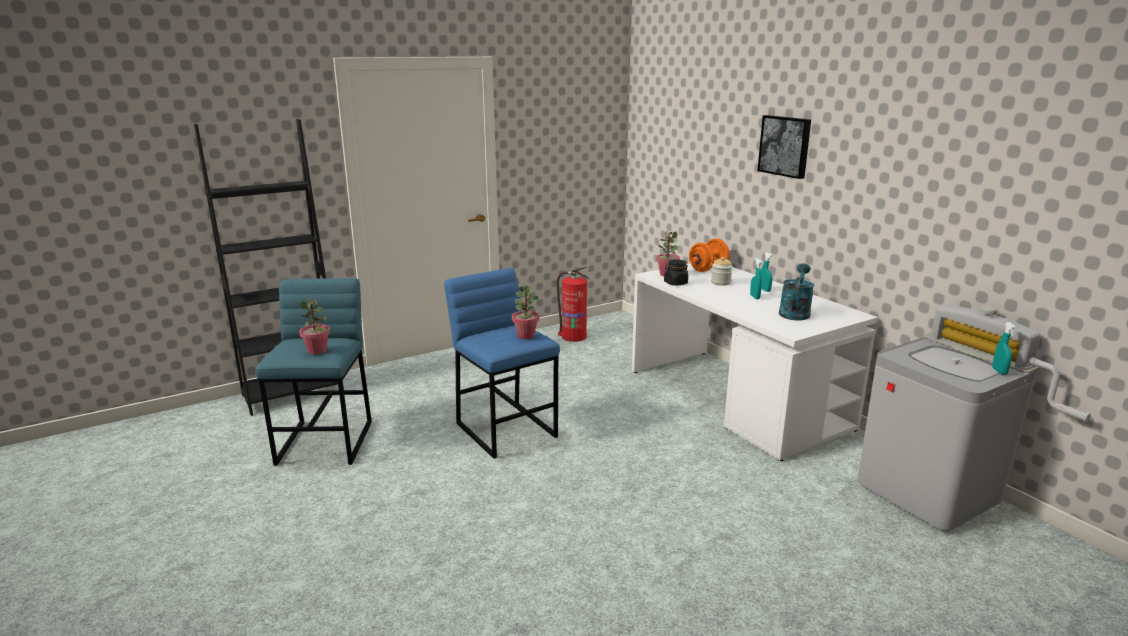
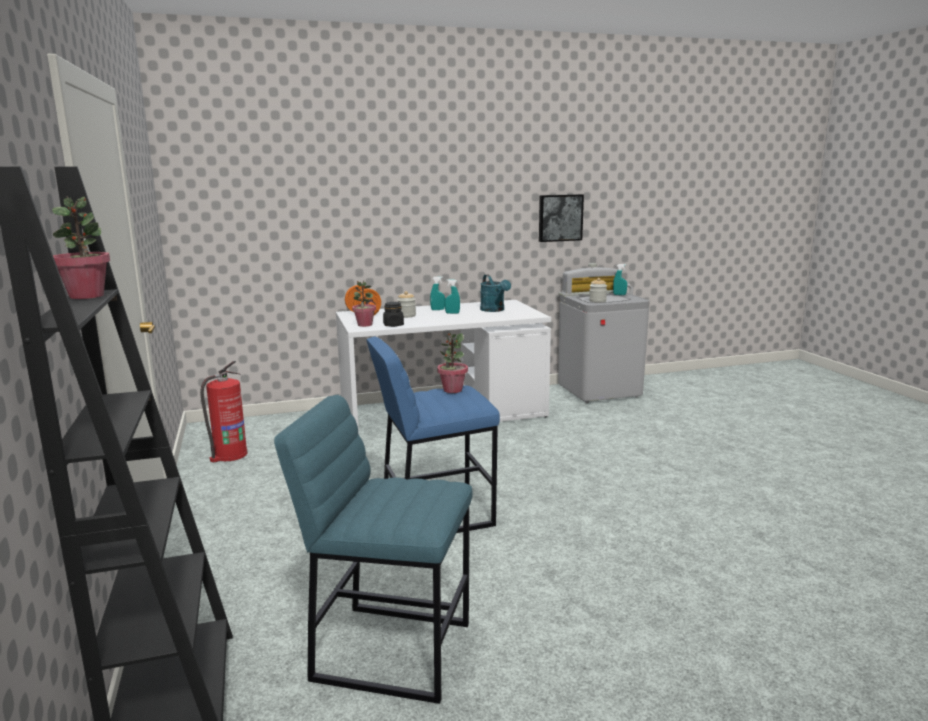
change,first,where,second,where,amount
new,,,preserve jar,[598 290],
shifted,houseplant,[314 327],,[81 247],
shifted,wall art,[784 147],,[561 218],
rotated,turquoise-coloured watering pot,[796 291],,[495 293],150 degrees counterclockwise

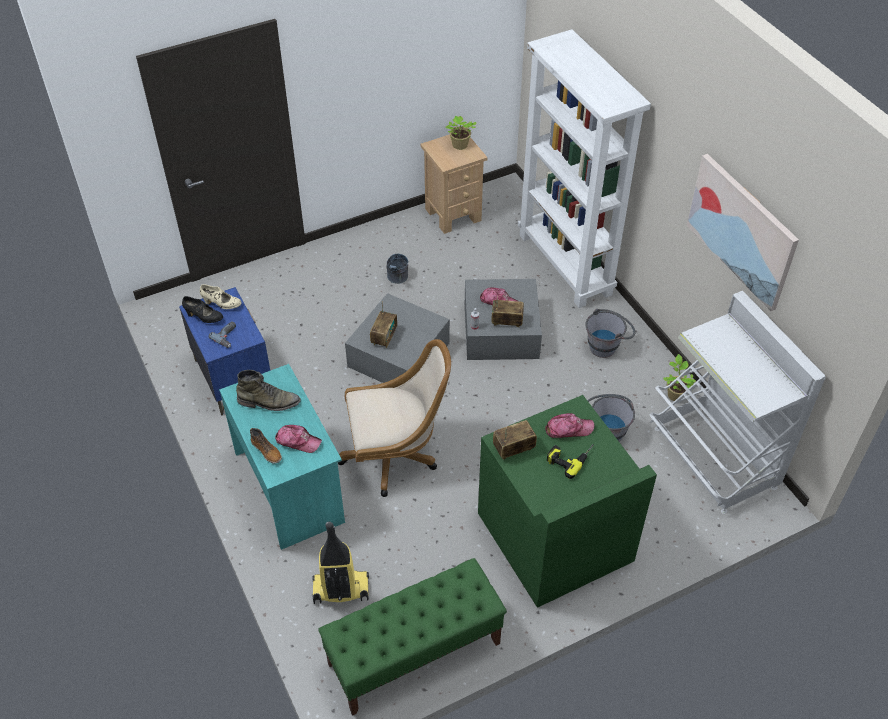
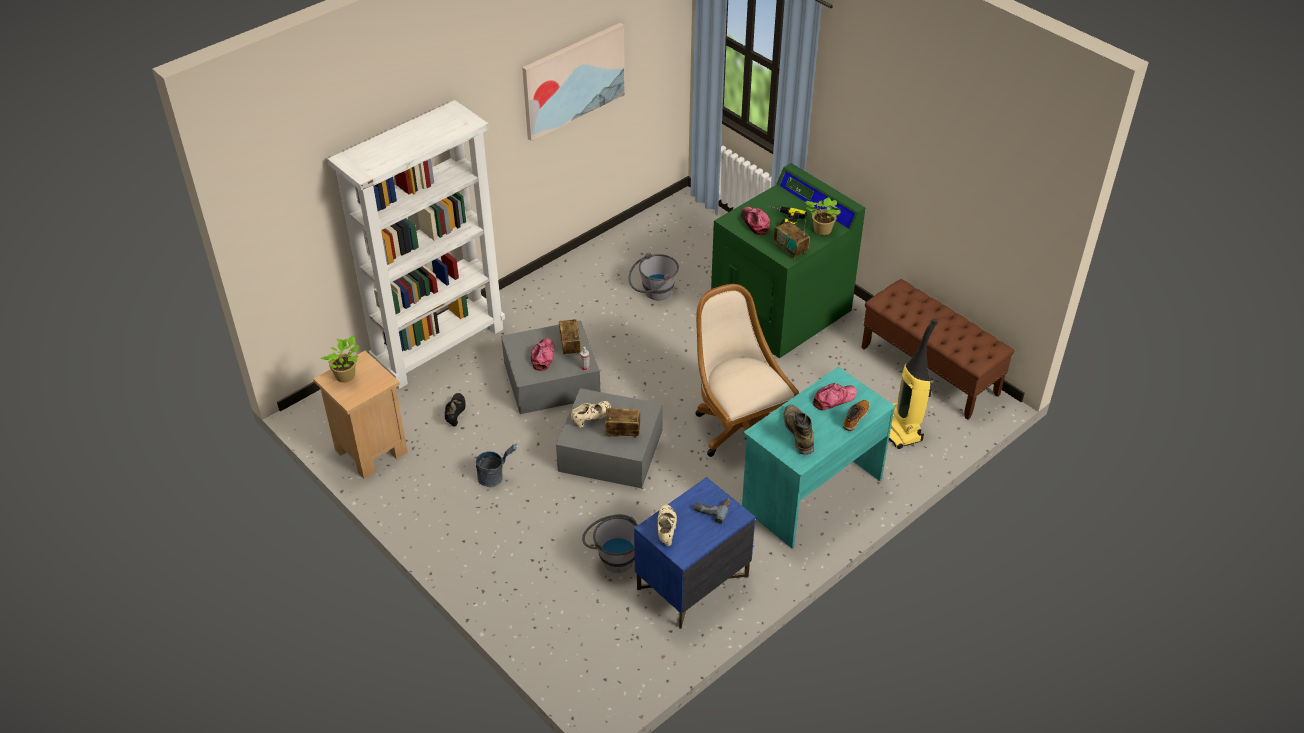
change,first,where,second,where,amount
gone,white-coloured shoe stand,[737 402],,,
new,,,sand-coloured shoe,[591 414],
shifted,blackish shoe,[202 309],,[455 410],
shifted,greyish bucket,[610 333],,[610 543],
shifted,houseplant,[679 377],,[822 216],
repainted,green-coloured bench,[412 637],brown-coloured bench,[938 349],
rotated,cap,[298 439],,[834 396],60 degrees clockwise

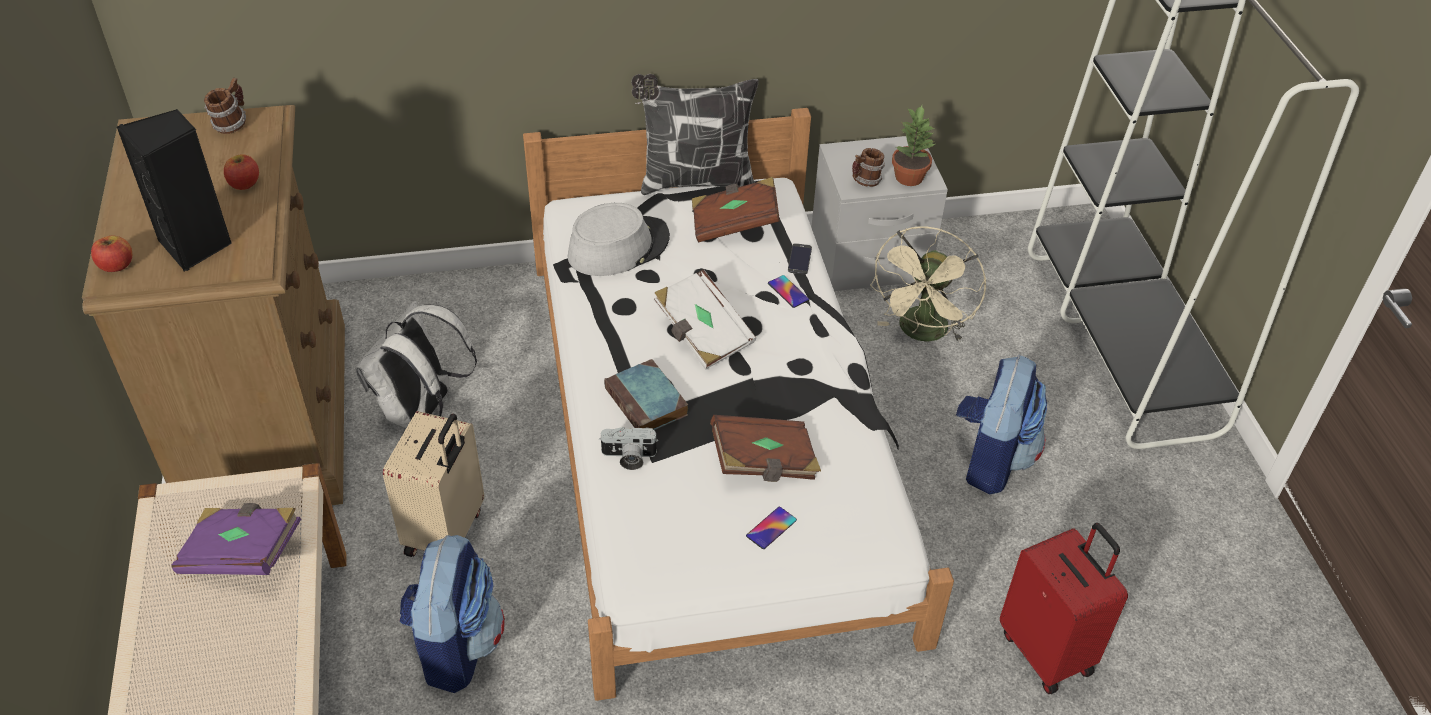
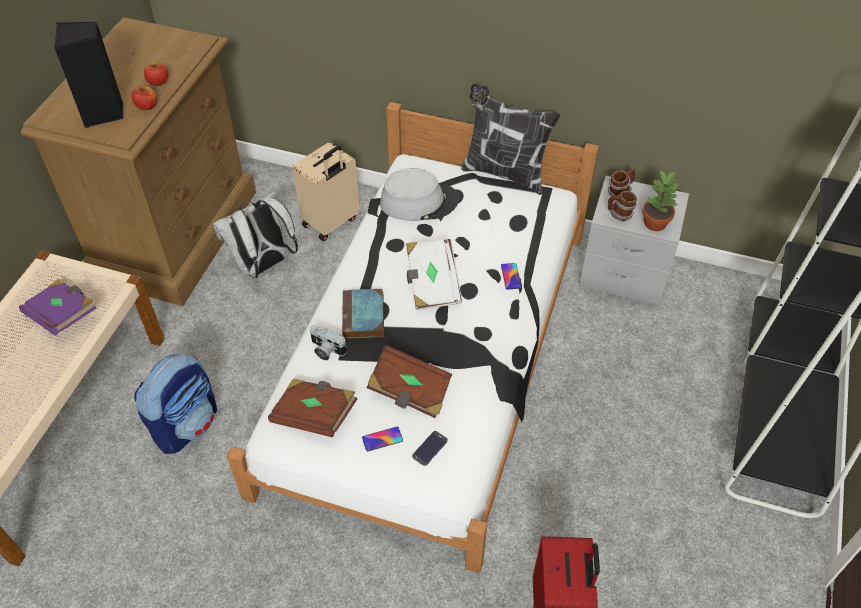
change,first,where,second,where,amount
gone,sand-coloured cooling fan,[928 284],,,
gone,knapsack,[1001 425],,,
shifted,apple fruit,[111 253],,[144 98],
shifted,tea mug,[225 106],,[622 181],
shifted,sand-coloured suitcase,[433 484],,[326 191],
shifted,brown-coloured bound book,[736 210],,[312 407],
shifted,phone,[800 259],,[430 448],

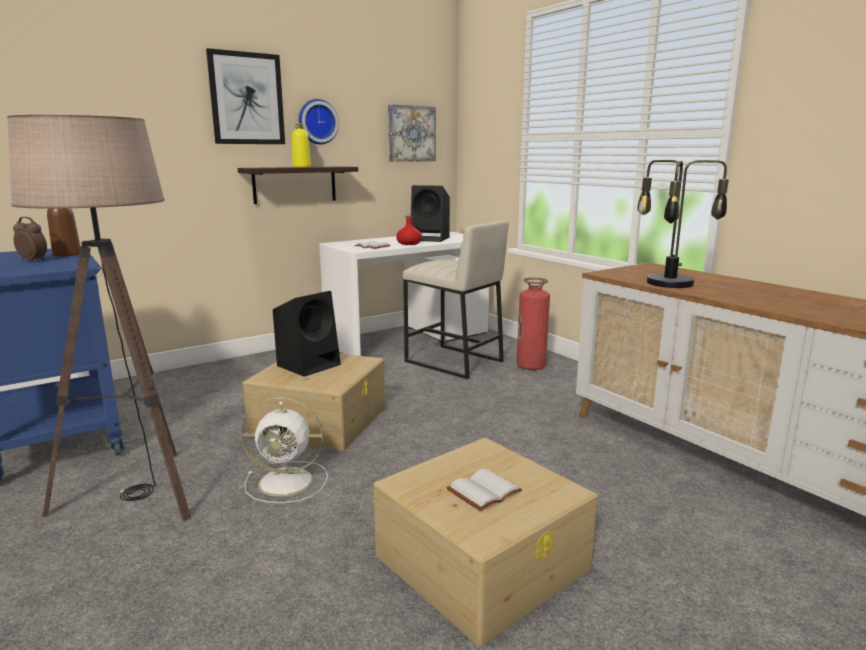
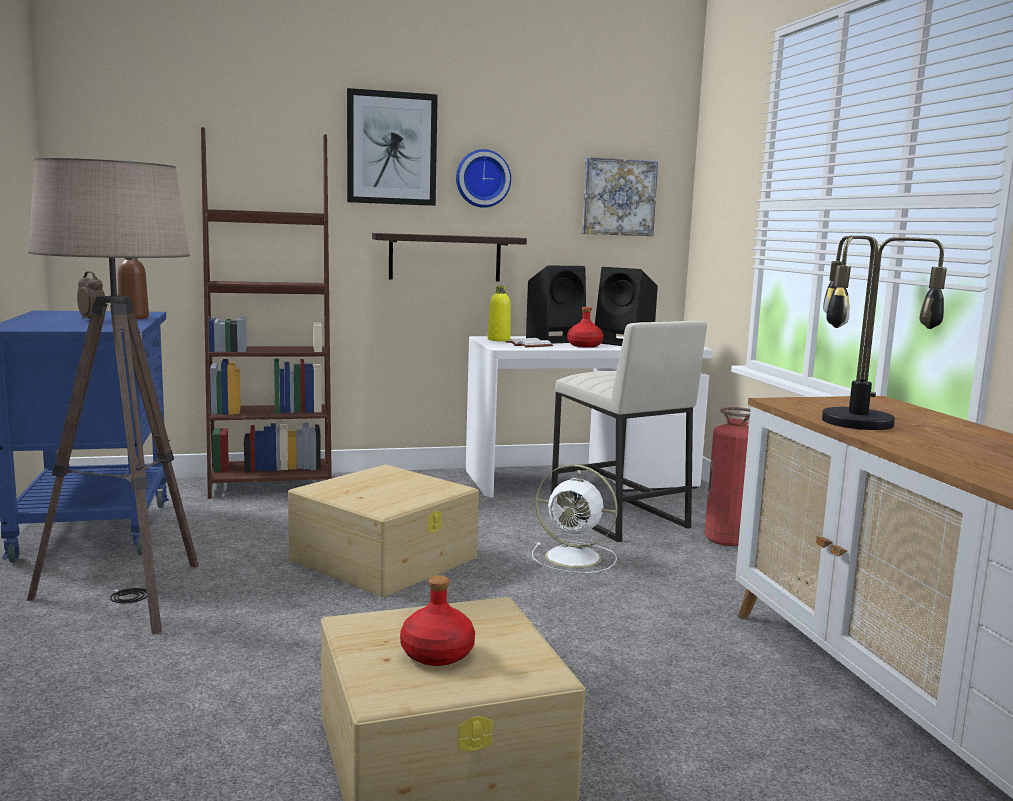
change,first,where,second,where,amount
new,,,brown-coloured bookcase,[266 313],
shifted,white-coloured cooling fan,[284 450],,[575 519],
shifted,blackish loudspeaker,[307 334],,[556 305],
shifted,yellow drink bottle,[301 145],,[499 313],
swapped,white-coloured bound book,[484 489],red drink bottle,[437 620],

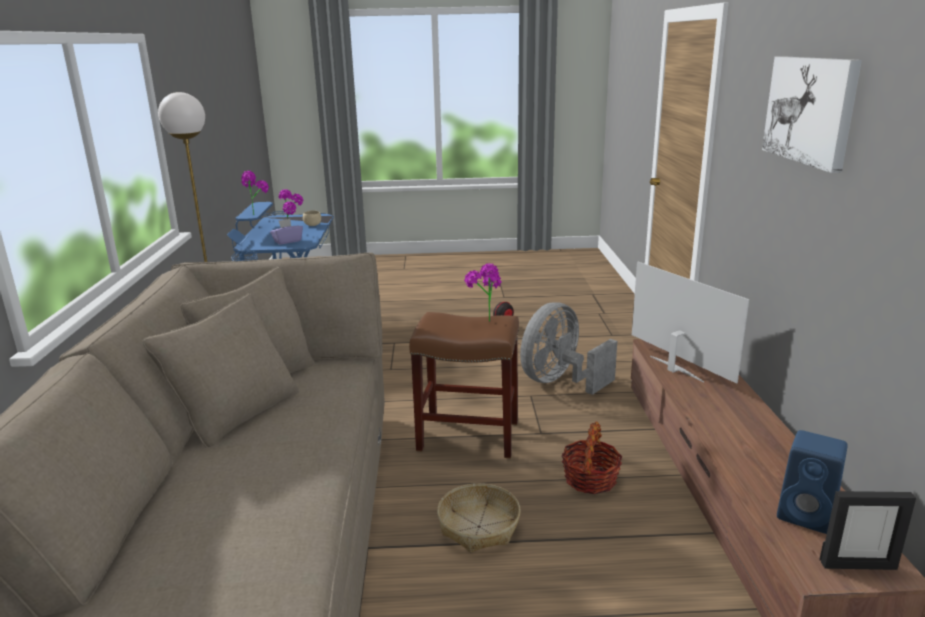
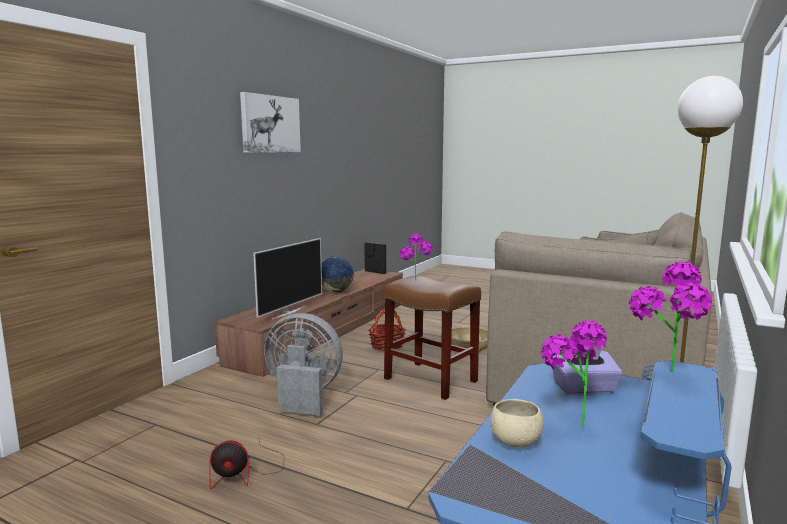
change,first,where,second,where,amount
gone,blue loudspeaker,[812 482],,,
new,,,desk globe,[337 275],
rotated,greyish cooling fan,[568 348],,[303 364],150 degrees counterclockwise
rotated,TV set,[690 323],,[287 278],150 degrees counterclockwise

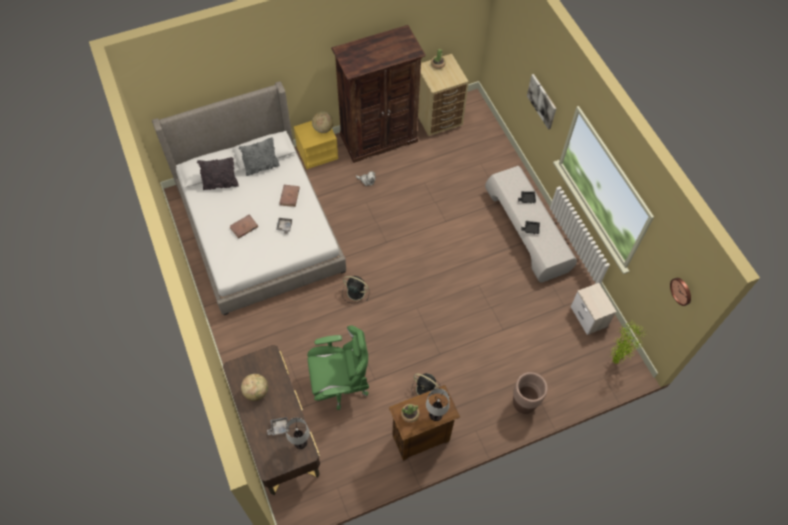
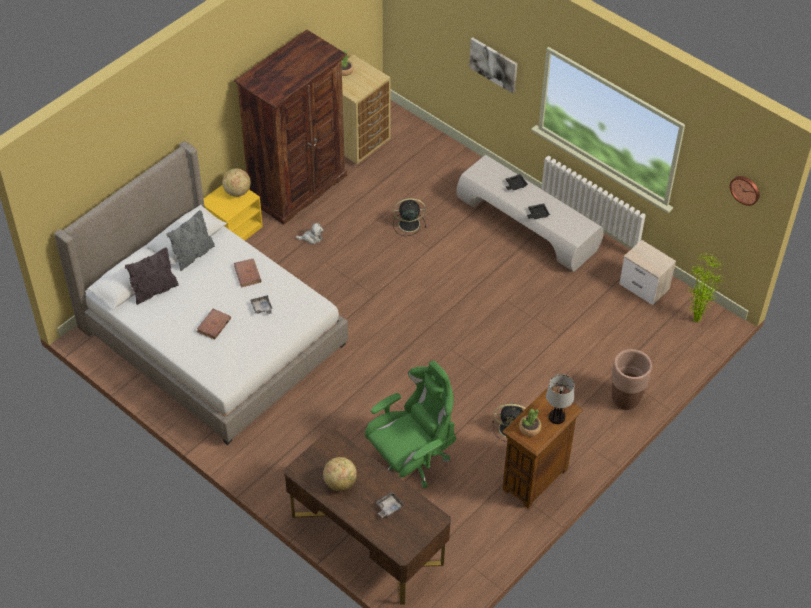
change,first,where,second,where,amount
gone,lamp for a table,[298 433],,,
shifted,blackish cooling fan,[355 289],,[409 217],

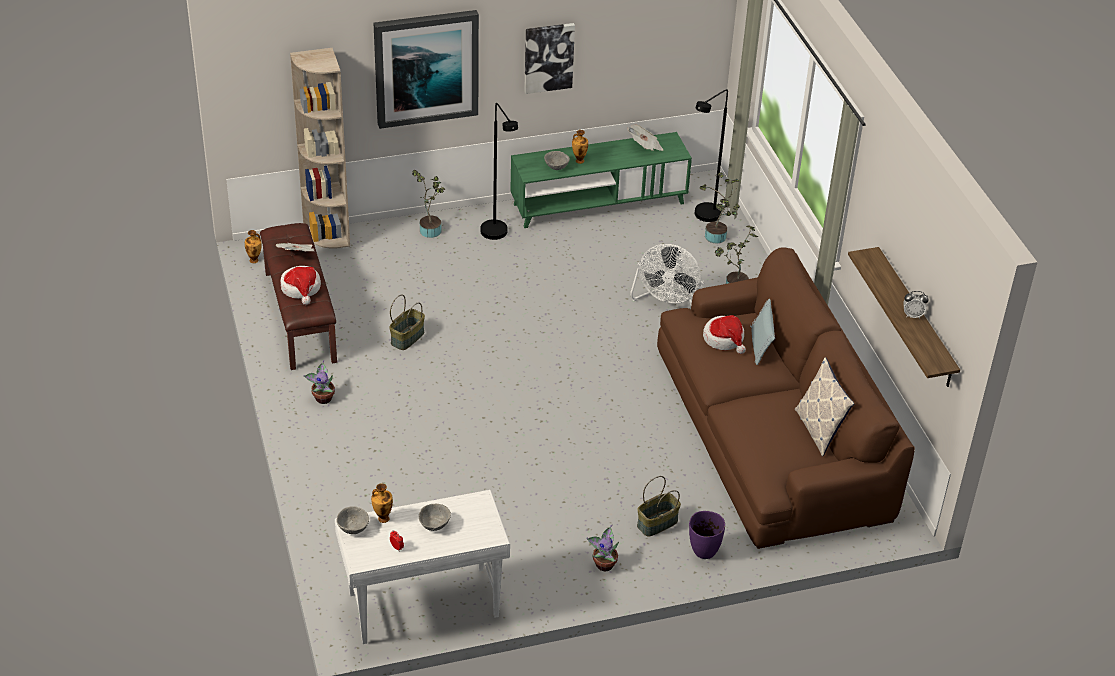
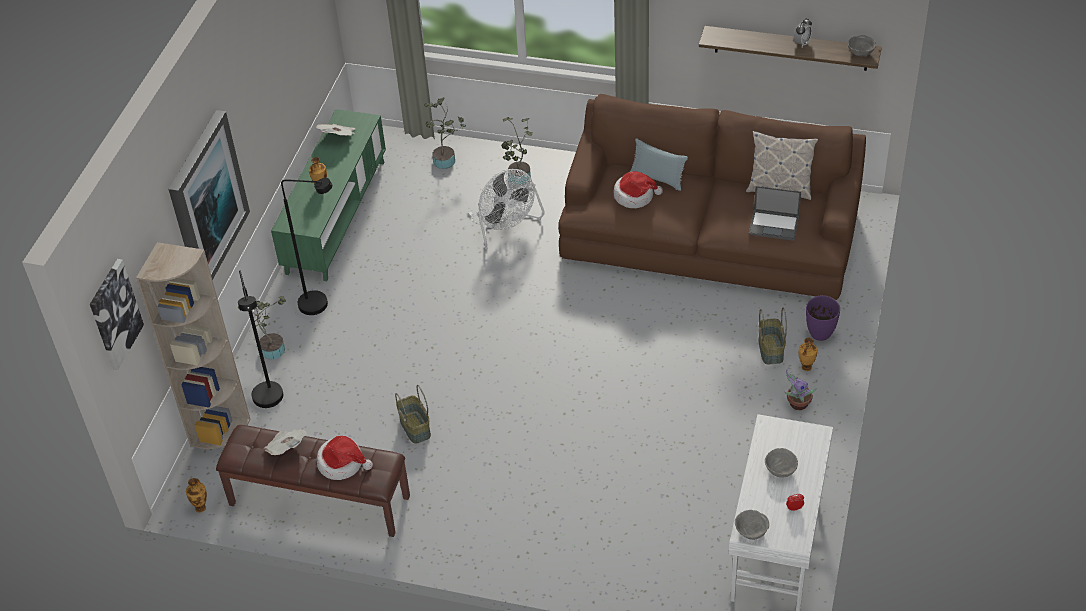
change,first,where,second,where,amount
gone,houseplant,[319 382],,,
new,,,laptop,[775 213],
shifted,decorative vase,[382 503],,[807 354],
shifted,wall art,[549 58],,[117 314],
shifted,greyish serving bowl,[557 160],,[862 45],
shifted,blackish floor lamp,[711 155],,[260 339],

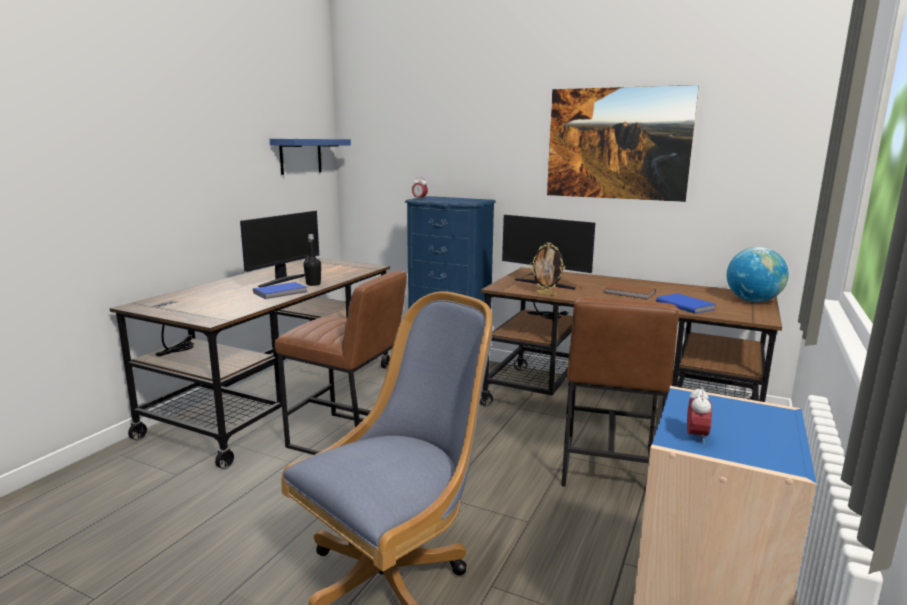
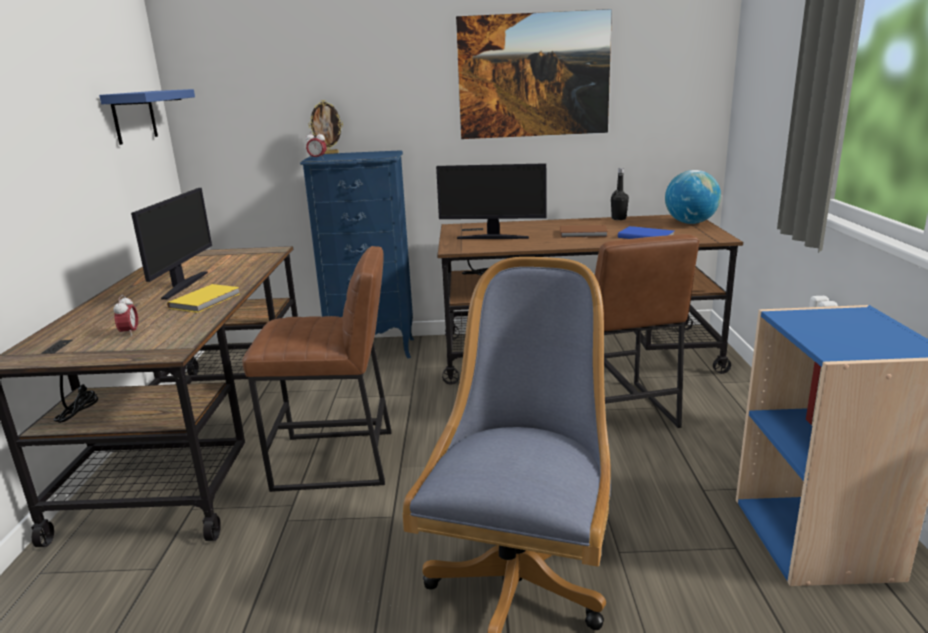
change,first,where,second,where,amount
shifted,blackish drink bottle,[312 260],,[620 194],
shifted,standing frame,[547 269],,[325 127],
shifted,bedside clock,[699 415],,[126 316],
repainted,blue bound book,[280 290],yellow bound book,[204 298],

